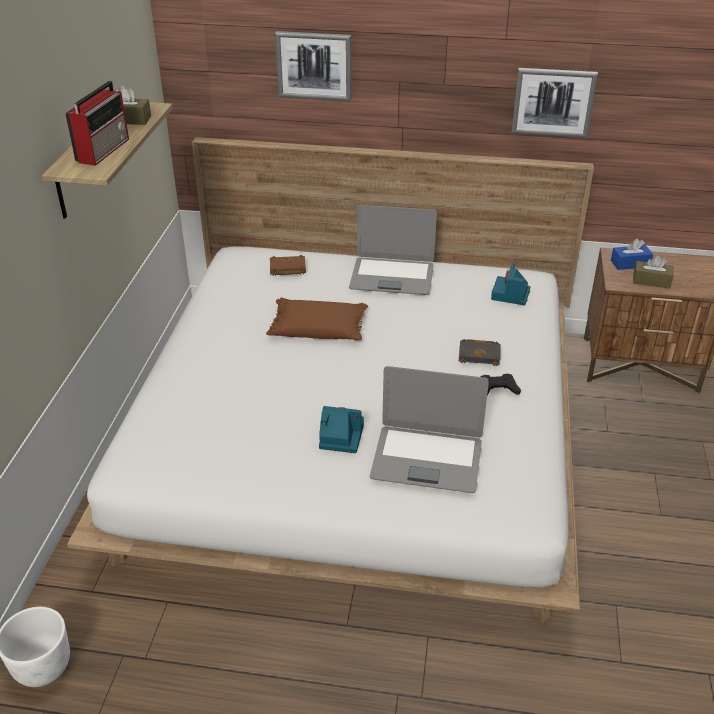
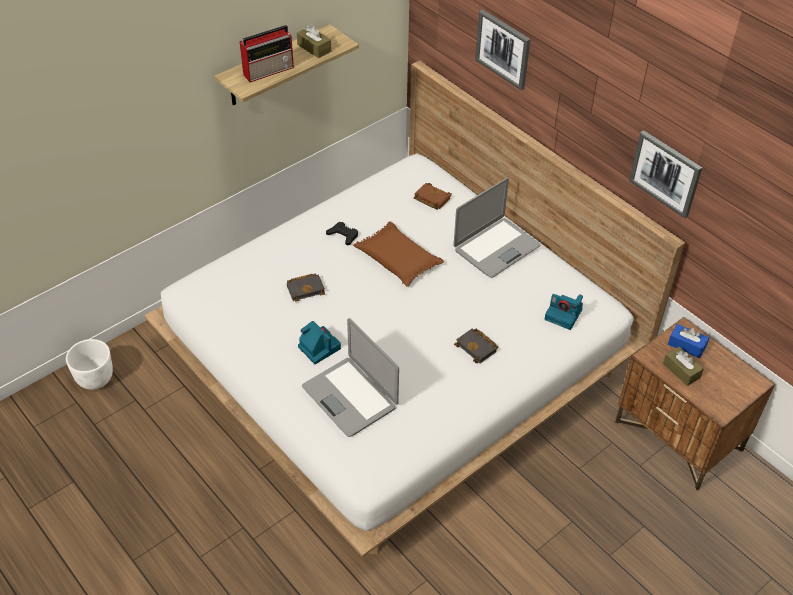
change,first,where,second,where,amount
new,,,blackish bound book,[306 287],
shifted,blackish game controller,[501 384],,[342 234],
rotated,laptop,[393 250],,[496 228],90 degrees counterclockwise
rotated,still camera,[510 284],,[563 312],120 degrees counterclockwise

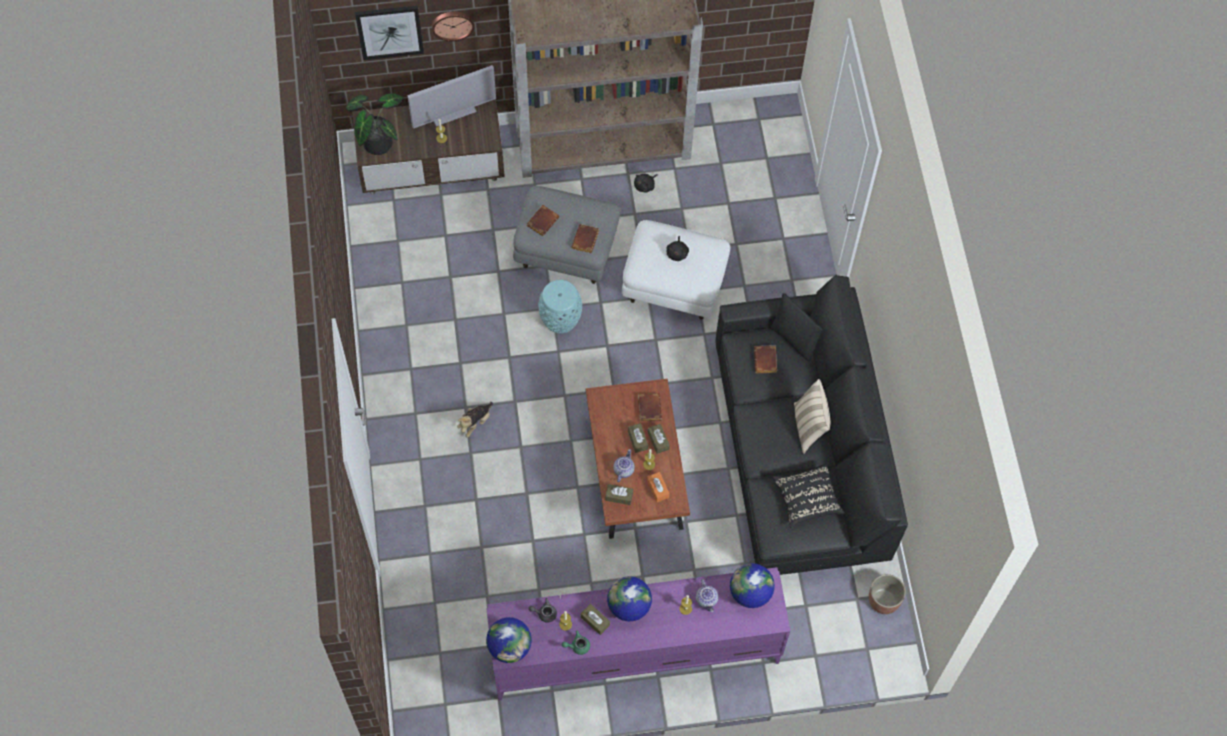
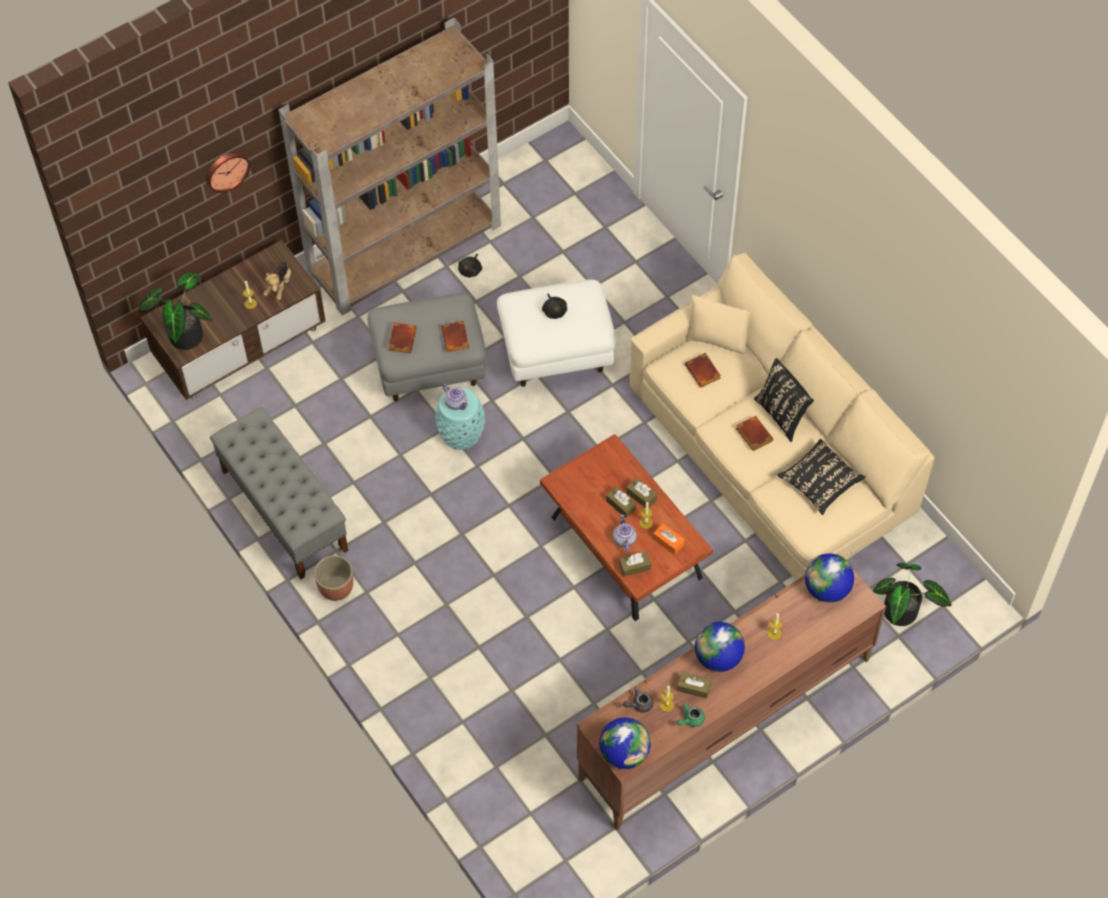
change,first,where,second,where,amount
gone,wall art,[389 33],,,
gone,TV set,[451 97],,,
new,,,greyish bench,[279 493],
new,,,houseplant,[911 594],
shifted,plush toy,[475 419],,[277 280],
shifted,brown-coloured bound book,[650 407],,[754 433],
shifted,pot for tea,[707 595],,[455 397],
shifted,plant pot,[887 594],,[333 578],
repainted,purplish cupboard,[638 634],brown-coloured cupboard,[731 692],
repainted,blackish sofa,[812 425],sand-coloured sofa,[782 416],
repainted,sand-coloured cushion,[812 416],blackish cushion,[784 400],

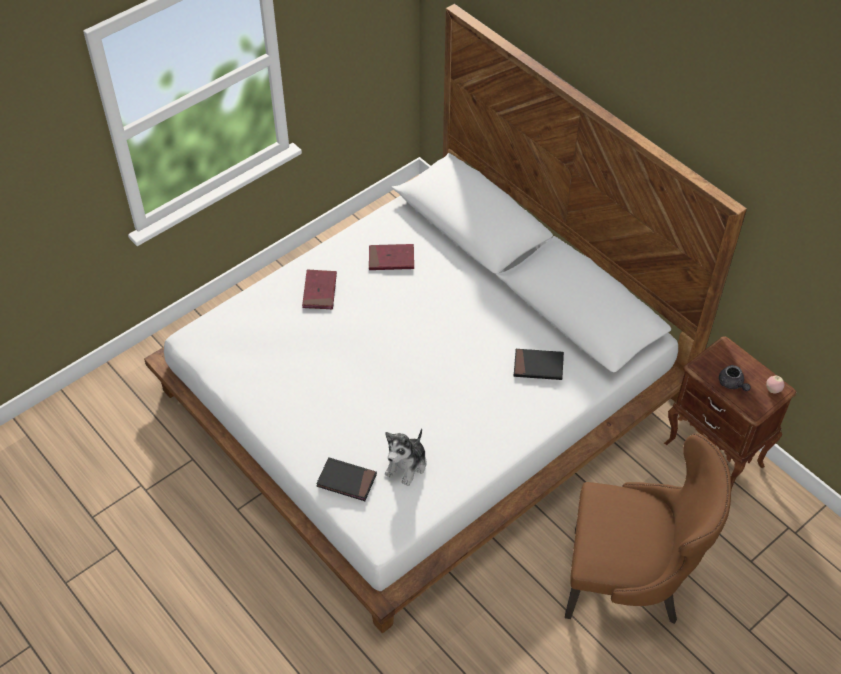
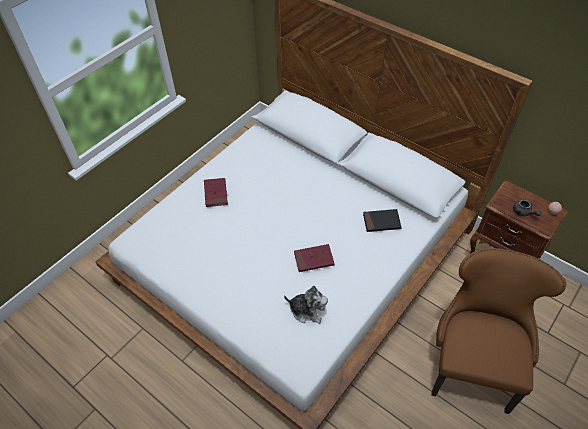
change,first,where,second,where,amount
gone,blackish bound book,[346 479],,,
shifted,red bound book,[391 257],,[314 258],
rotated,plush toy,[406 457],,[306 305],90 degrees counterclockwise
rotated,brown-coloured upright chair,[648 529],,[498 331],75 degrees counterclockwise

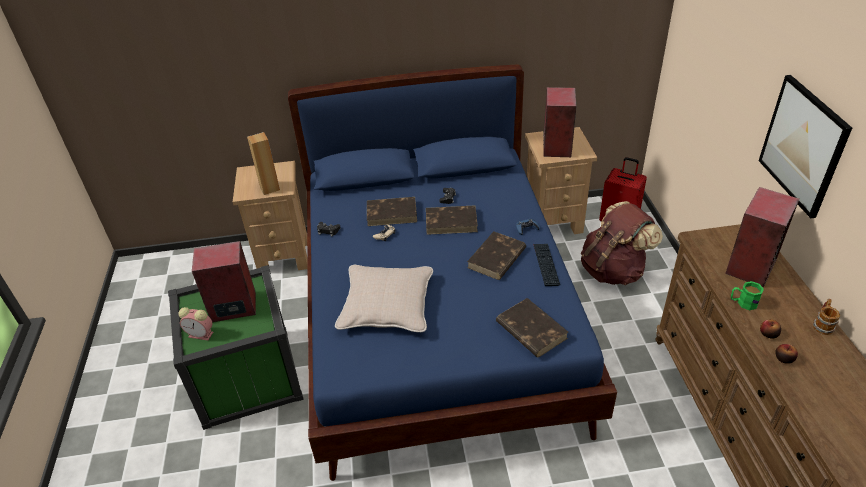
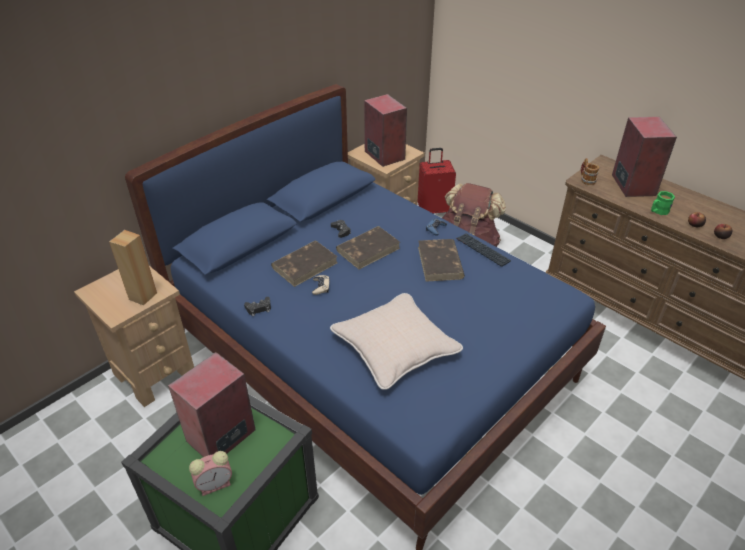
change,first,where,second,where,amount
gone,brown-coloured bound book,[532 328],,,
gone,wall art,[805 146],,,
shifted,tea mug,[826 317],,[590 171],

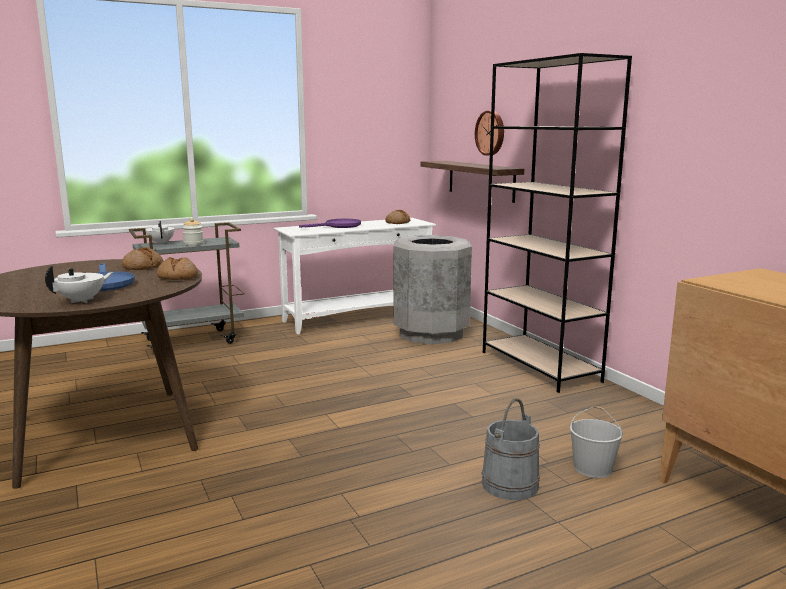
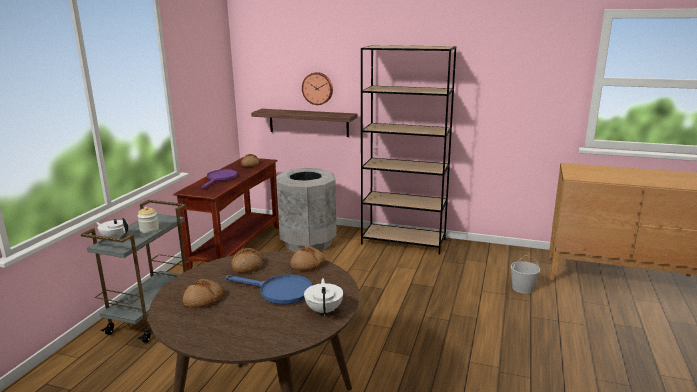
change,first,where,second,where,amount
gone,greyish bucket,[511 449],,,
new,,,bread,[203 293],
repainted,white-coloured narrow table,[355 276],brown-coloured narrow table,[226 214],

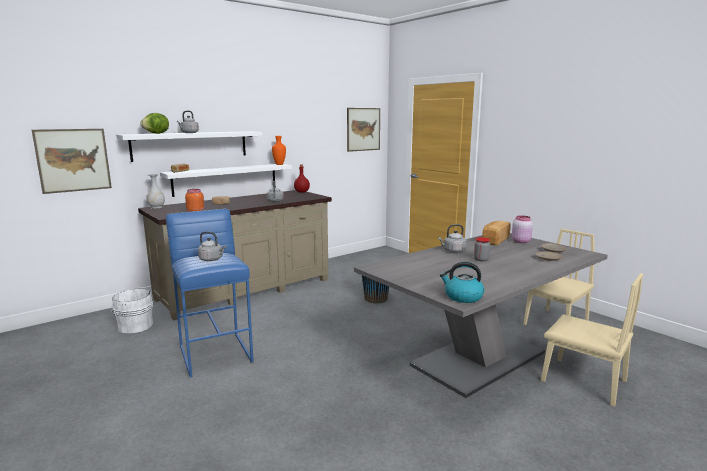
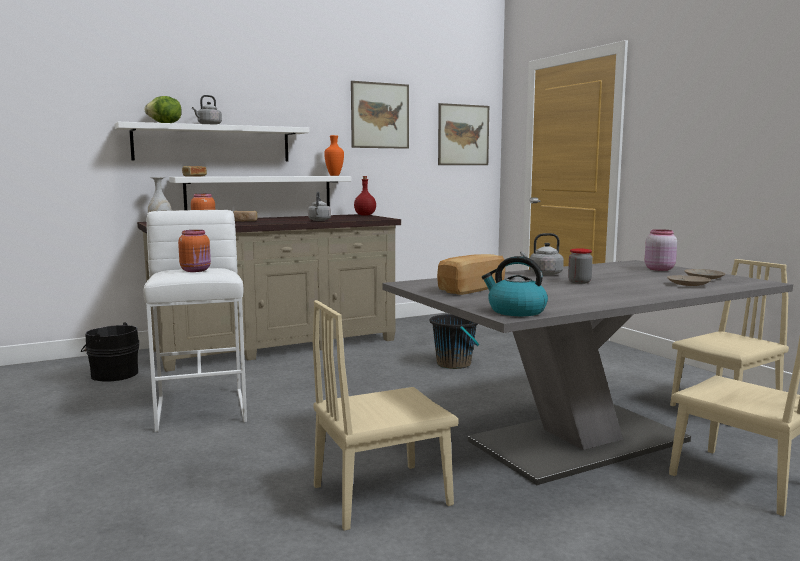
change,first,where,second,where,amount
new,,,sand-coloured upright chair,[386 415],
shifted,wall art,[72 161],,[380 115],
shifted,bread,[496 233],,[471 274],
swapped,greyish kettle,[212 246],orange preserve jar,[194 251],
repainted,white-coloured bucket,[131 310],blackish bucket,[110 351],
repainted,blue stool seat,[210 293],white-coloured stool seat,[195 321],

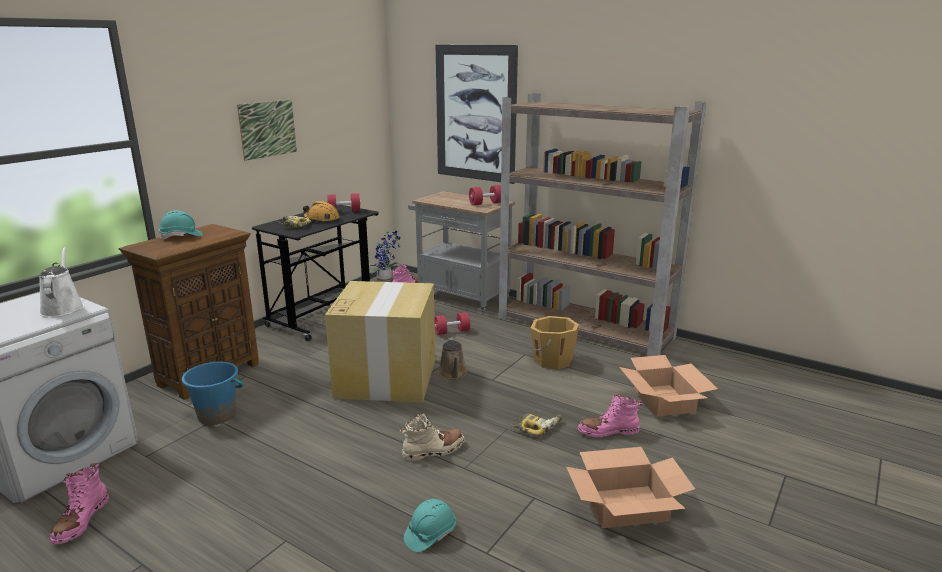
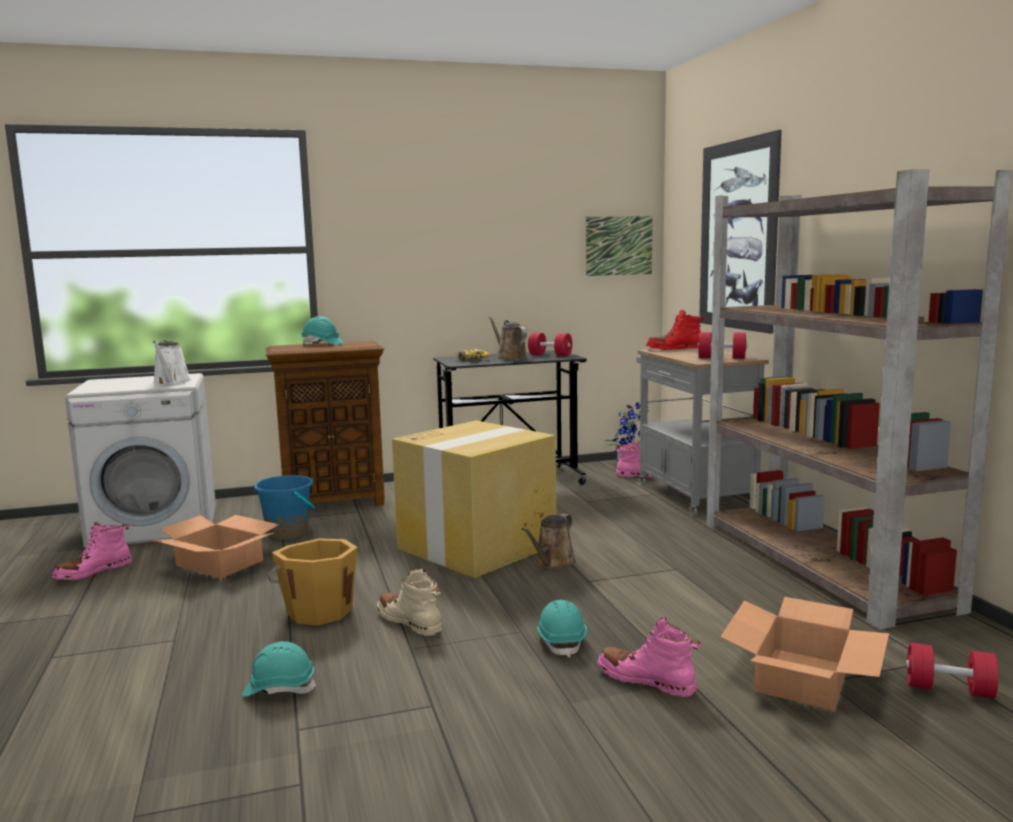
change,first,where,second,where,amount
new,,,red tall boot,[675 330],
shifted,wall art,[267 130],,[619 246],
shifted,red free weight,[452 323],,[952 671],
shifted,orange bucket,[554 342],,[313 582],
shifted,packing box,[630 487],,[216 546],
swapped,orange hard hat,[321 212],brown-coloured watering pot,[508 338],
swapped,electric drill,[536 423],turquoise-coloured hard hat,[562 628],
rotated,white-coloured watering pot,[61 282],,[172 362],150 degrees clockwise
rotated,sand-coloured tall boot,[432 437],,[409 602],150 degrees counterclockwise

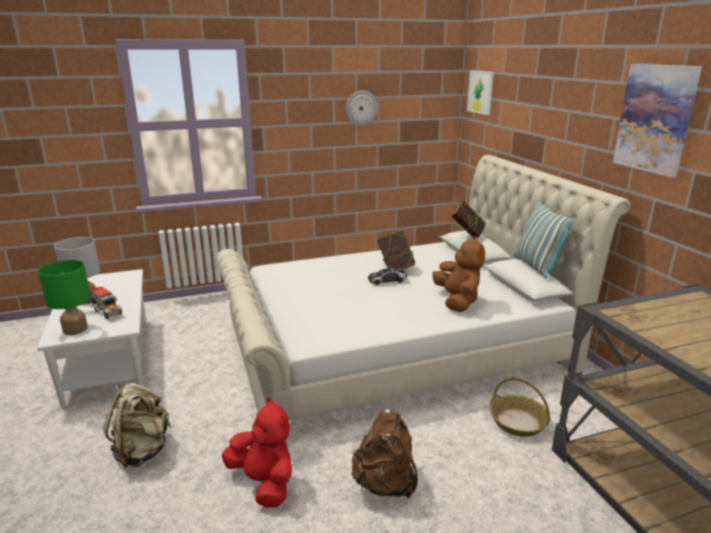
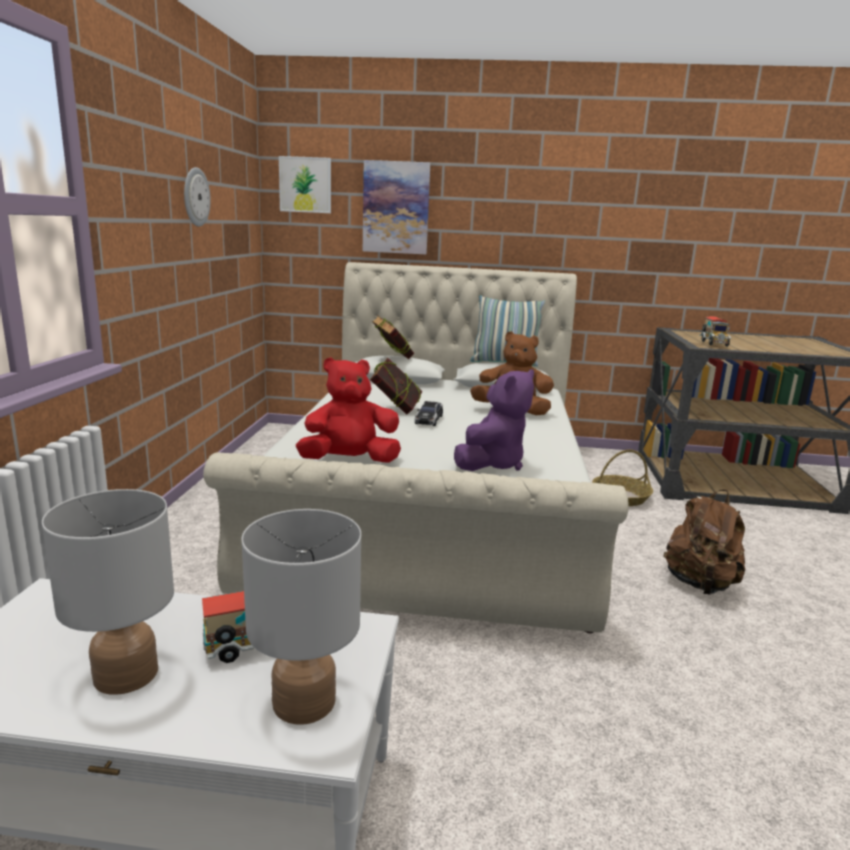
change,first,where,second,where,amount
gone,sand-coloured knapsack,[137 425],,,
new,,,purplish plush toy,[494 420],
new,,,toy lorry,[715 331],
shifted,red plush toy,[257 452],,[348 410],
shifted,wall art,[657 121],,[396 207],
repainted,green-coloured lamp for a table,[64 297],greyish lamp for a table,[301 617],

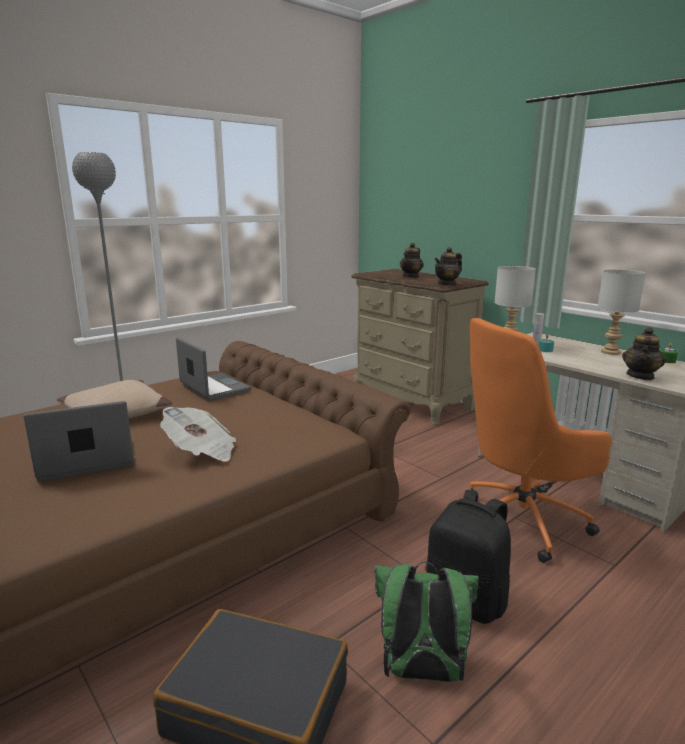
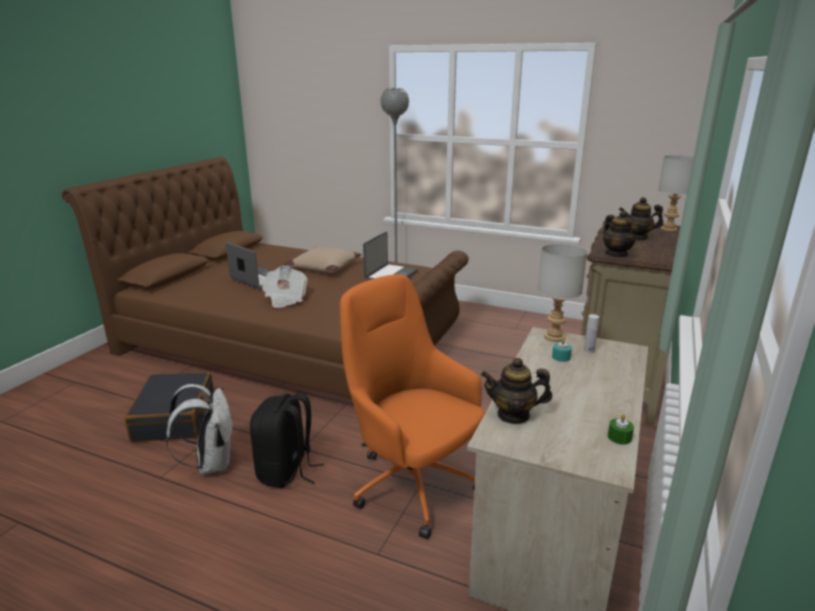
change,first,where,second,where,amount
shifted,greyish lamp for a table,[621 312],,[676 193],
repainted,green-coloured knapsack,[427 621],white-coloured knapsack,[200 429],
rotated,pot for tea,[448 266],,[620 234],135 degrees counterclockwise

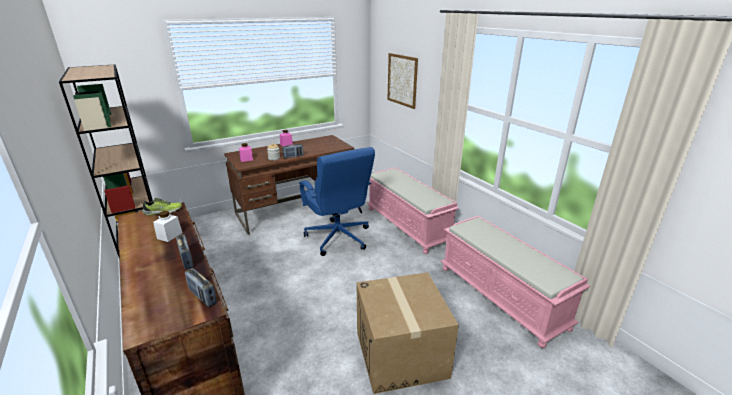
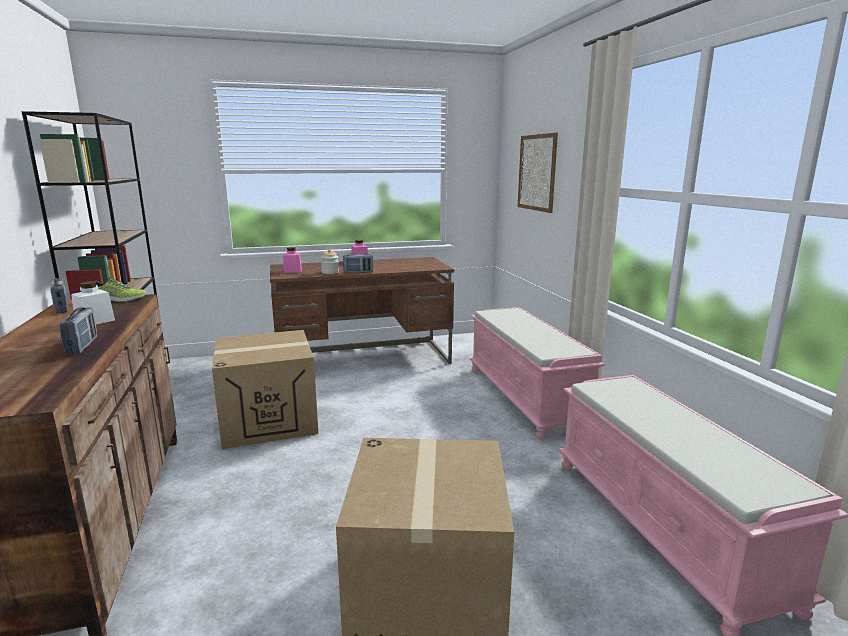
change,first,where,second,where,amount
gone,blue computer chair,[337 201],,,
new,,,packing box,[265 389],
shifted,radio set,[201 287],,[59 295],

